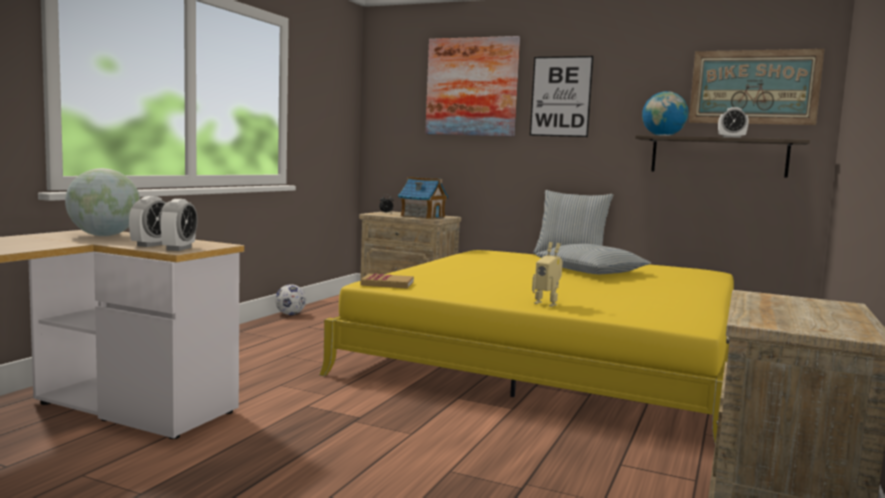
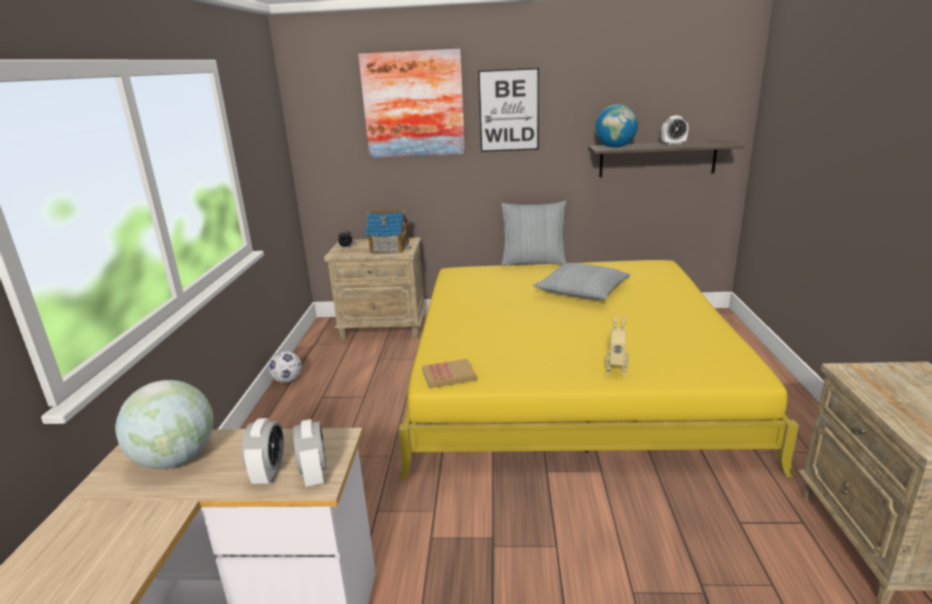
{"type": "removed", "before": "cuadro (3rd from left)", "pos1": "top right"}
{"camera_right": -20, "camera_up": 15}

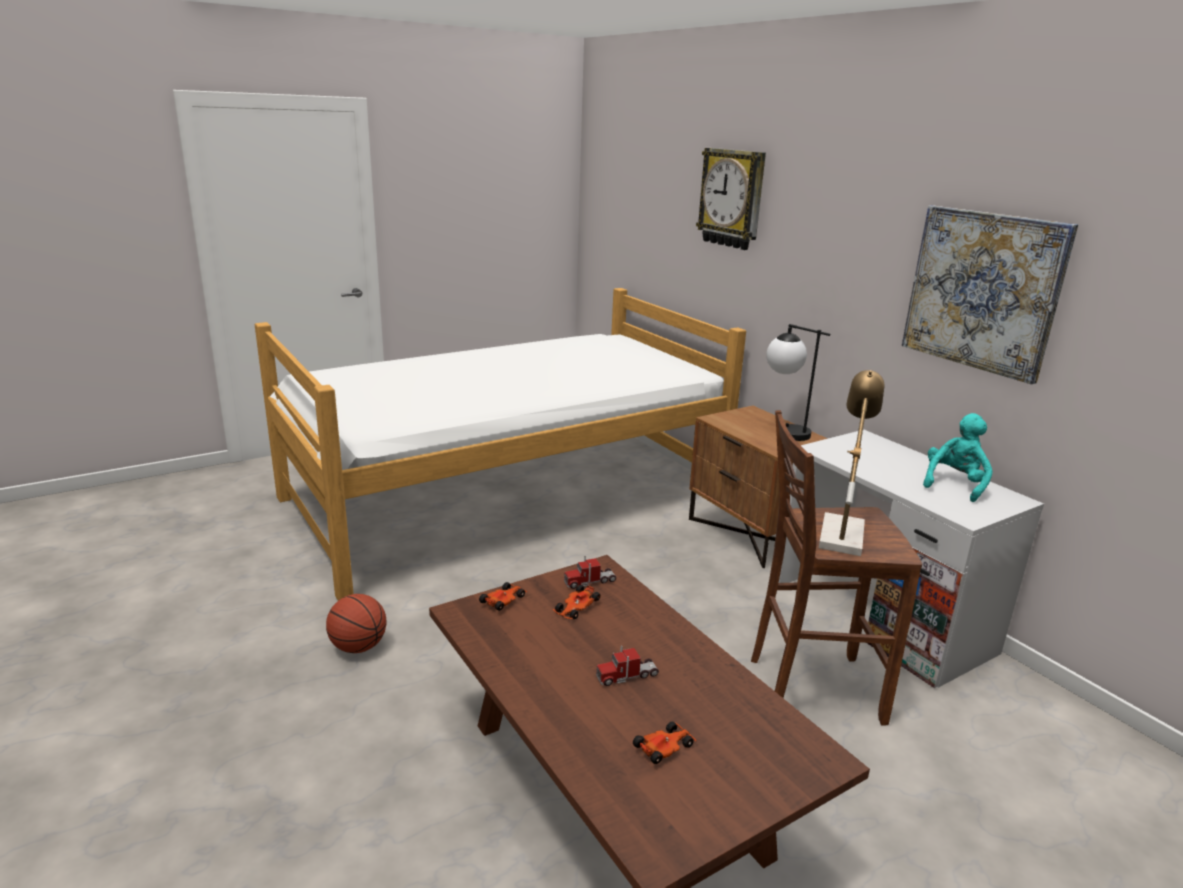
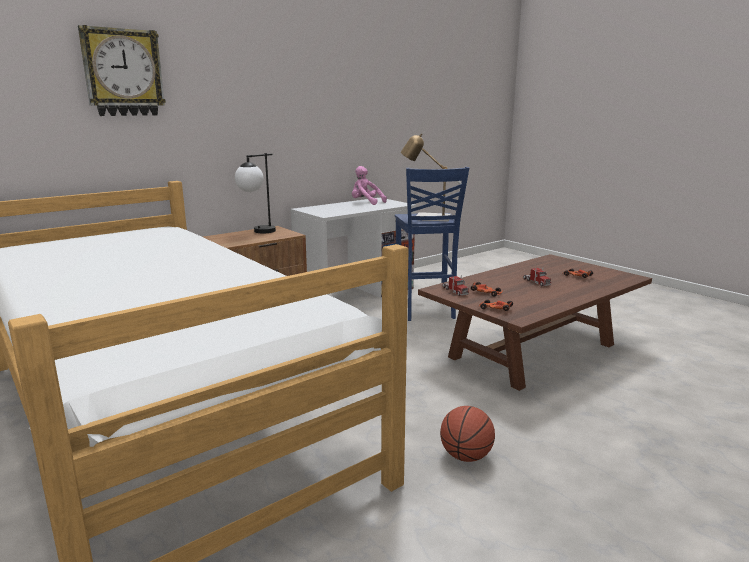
{"type": "removed", "before": "cuadro", "pos1": "top right"}
{"type": "recoloured", "before": "taburete [marrón]", "after": "taburete [azul]", "pos1": "middle right", "pos2": "centre"}
{"type": "recoloured", "before": "peluche [turquesa]", "after": "peluche [rosa]", "pos1": "middle right", "pos2": "top centre"}
{"camera_right": -95, "camera_up": -5}

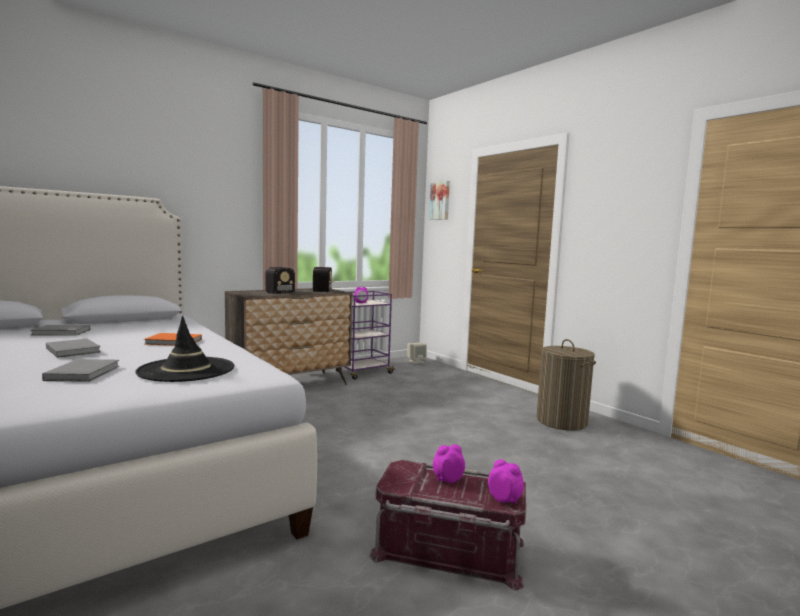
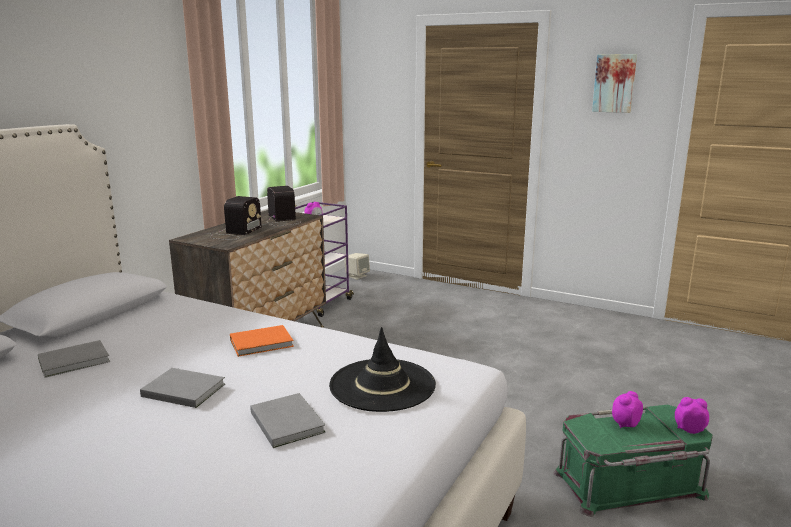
{"type": "removed", "before": "cesto de la ropa", "pos1": "middle right"}
{"type": "moved", "before": "cuadro", "pos1": "top centre", "pos2": "top right"}
{"type": "recoloured", "before": "caja de almacenaje [rojo]", "after": "caja de almacenaje [verde]", "pos1": "bottom centre", "pos2": "bottom right"}
{"camera_right": -25, "camera_up": 10}

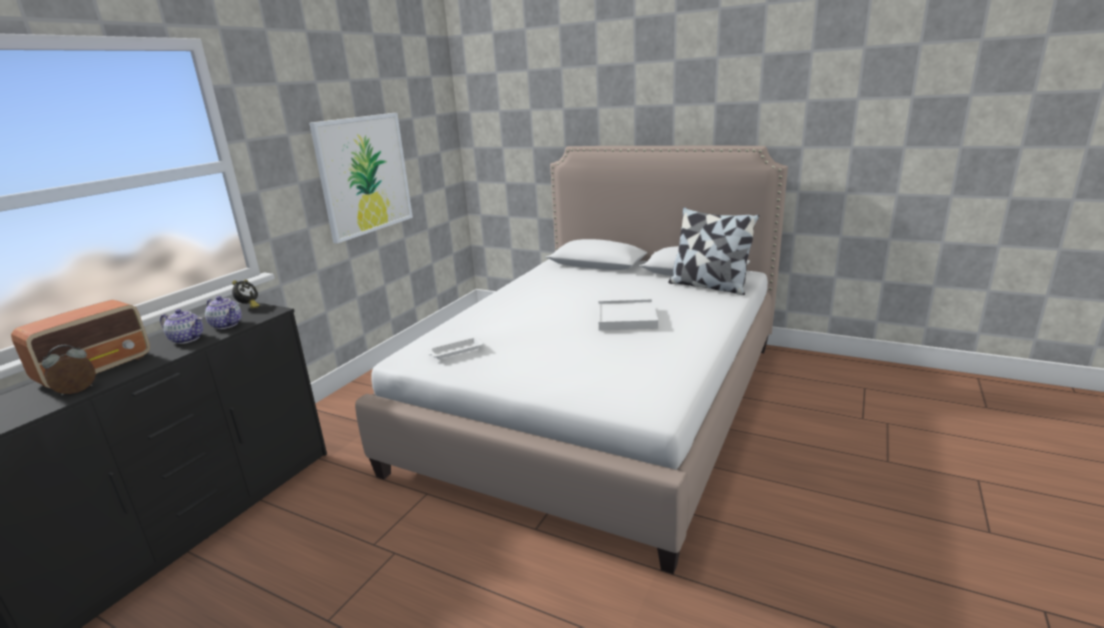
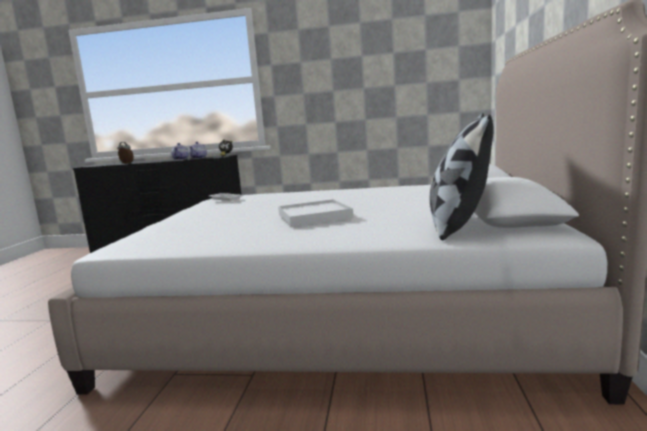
{"type": "removed", "before": "radio", "pos1": "middle left"}
{"type": "removed", "before": "cuadro", "pos1": "top left"}
{"camera_right": 70, "camera_up": -10}

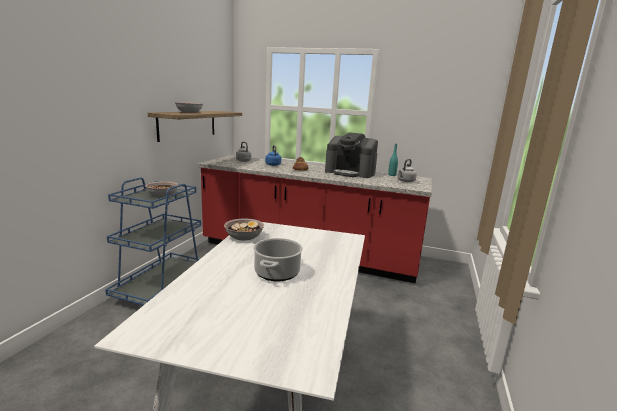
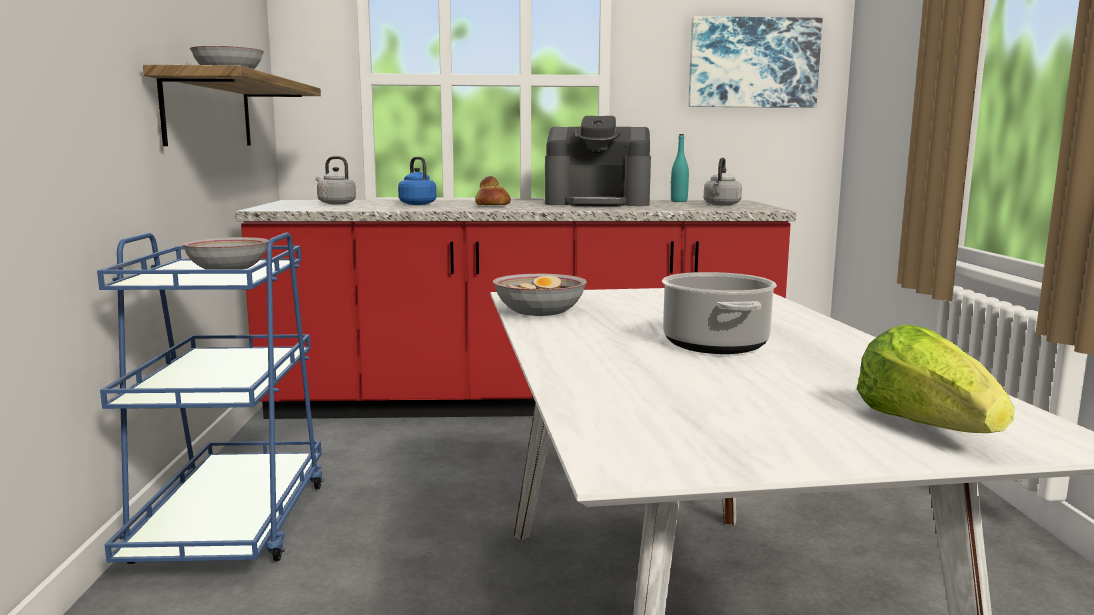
{"type": "added", "after": "cuadro", "pos2": "top right"}
{"type": "added", "after": "lechuga", "pos2": "middle right"}
{"camera_right": -20, "camera_up": -5}

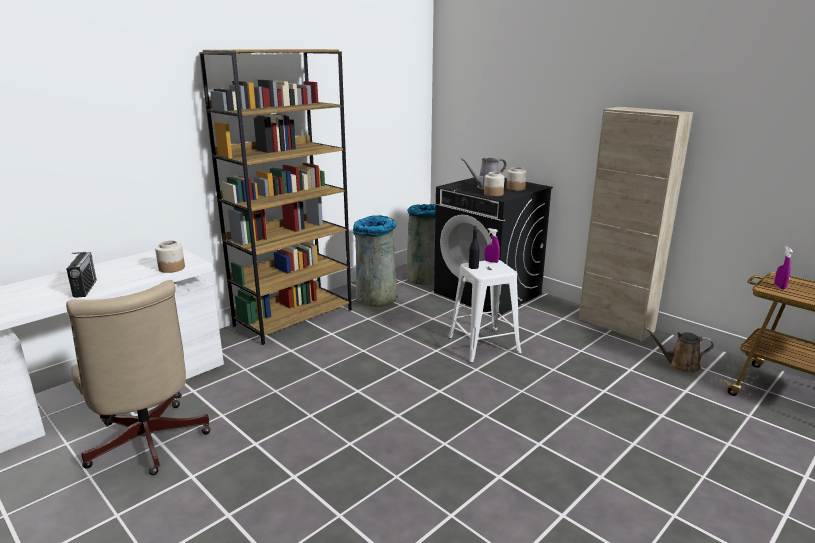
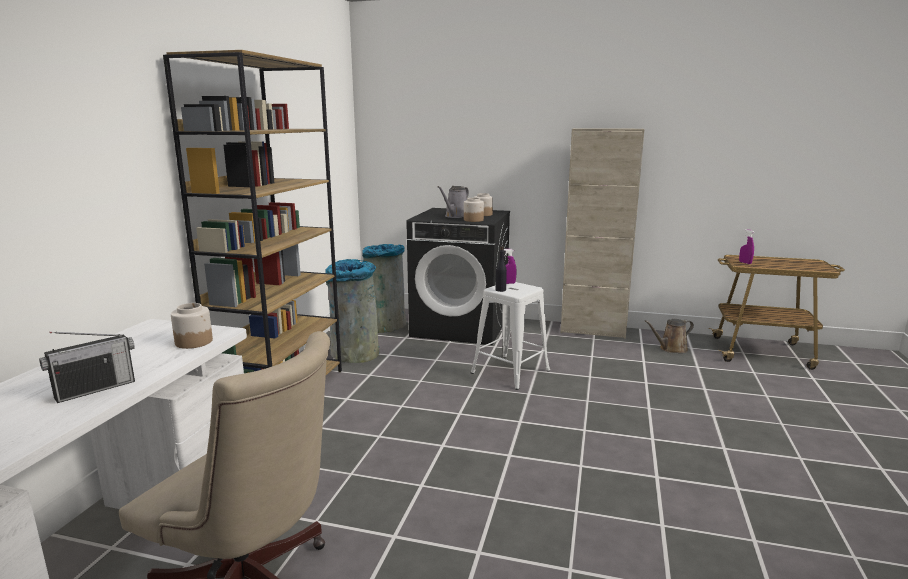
{"type": "turned", "before": "radio", "pos1": "middle left", "pos2": "middle left", "turn": 90}
{"camera_right": -30, "camera_up": -5}

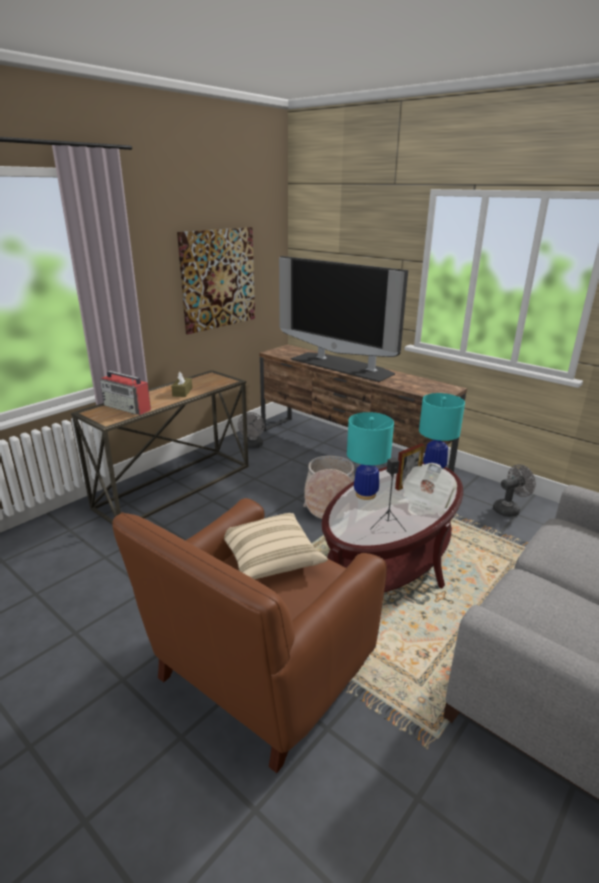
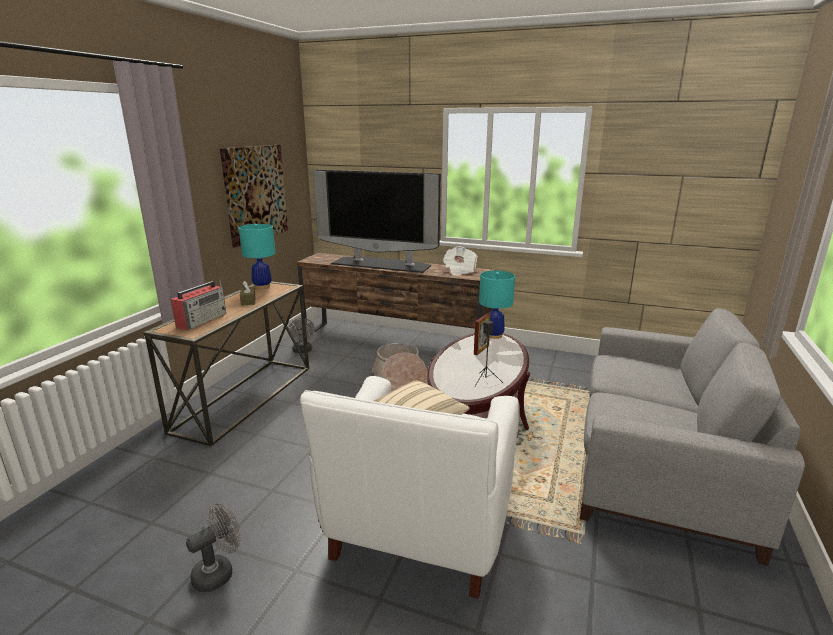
{"type": "moved", "before": "lámpara de mesa [turquesa] (1st from left)", "pos1": "centre", "pos2": "middle left"}
{"type": "moved", "before": "periódico", "pos1": "middle right", "pos2": "centre"}
{"type": "moved", "before": "ventilador [gris] (2nd from left in the first image)", "after": "ventilador [gris] (1st from left)", "pos1": "middle right", "pos2": "bottom left"}
{"type": "recoloured", "before": "sillón [marrón]", "after": "sillón [blanco]", "pos1": "bottom centre", "pos2": "bottom centre"}
{"type": "turned", "before": "radio", "pos1": "middle left", "pos2": "middle left", "turn": -75}
{"camera_right": -20, "camera_up": -5}

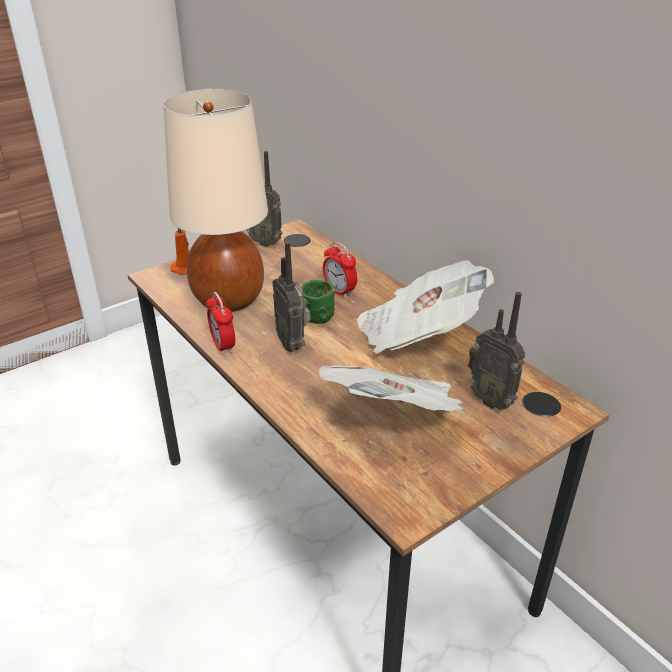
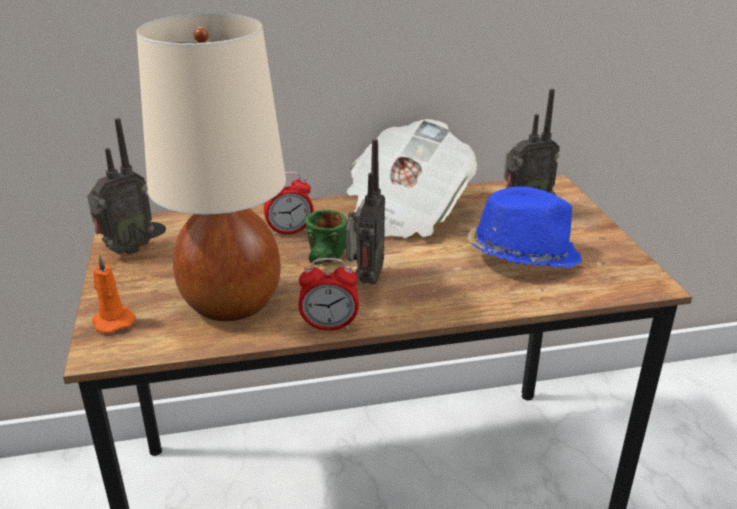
{"type": "replaced", "before": "periódico (1st from left)", "after": "sombrero [azul]", "pos1": "centre", "pos2": "middle right"}
{"type": "turned", "before": "radio (2nd from left)", "pos1": "centre", "pos2": "centre", "turn": -75}
{"camera_right": -65, "camera_up": -5}

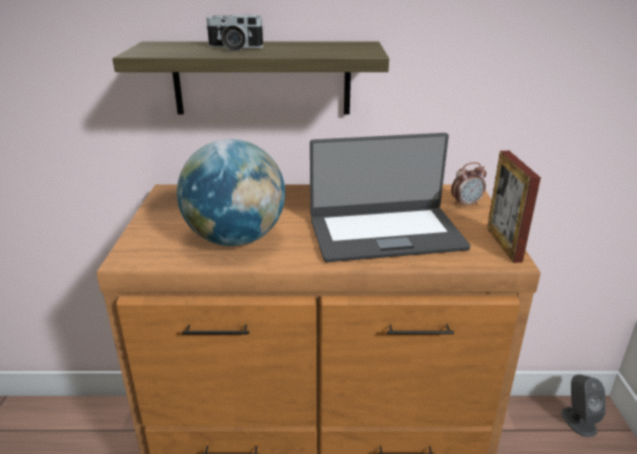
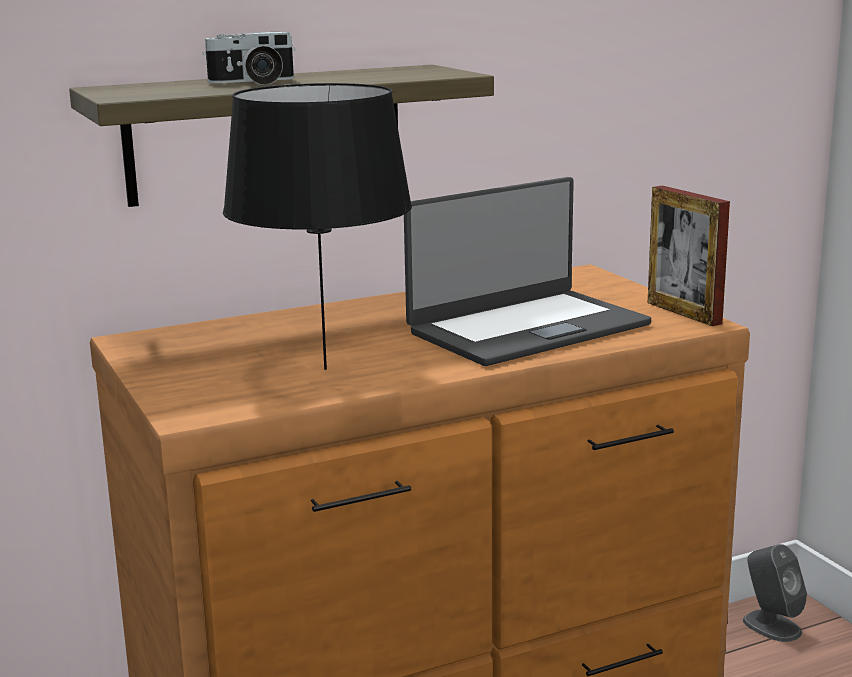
{"type": "removed", "before": "despertador", "pos1": "middle right"}
{"type": "replaced", "before": "globo terráqueo", "after": "lámpara de mesa [negro]", "pos1": "centre", "pos2": "centre"}
{"camera_right": -25, "camera_up": -10}

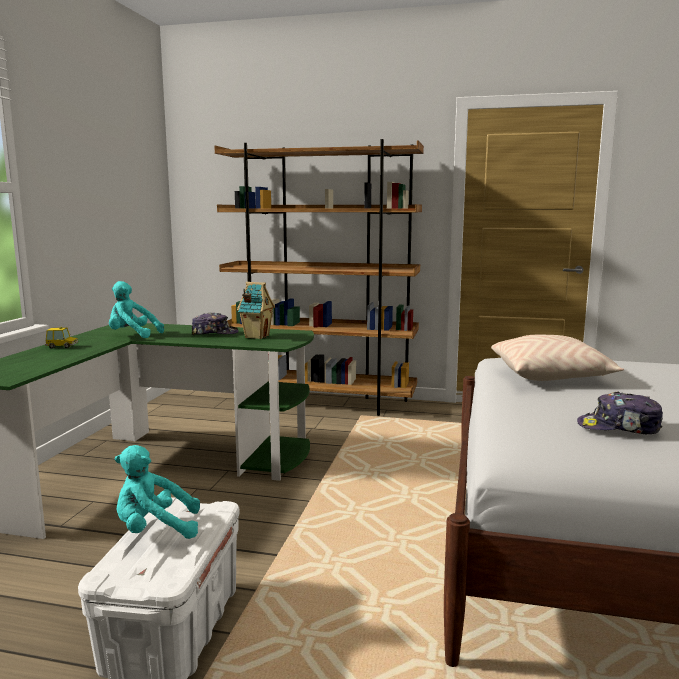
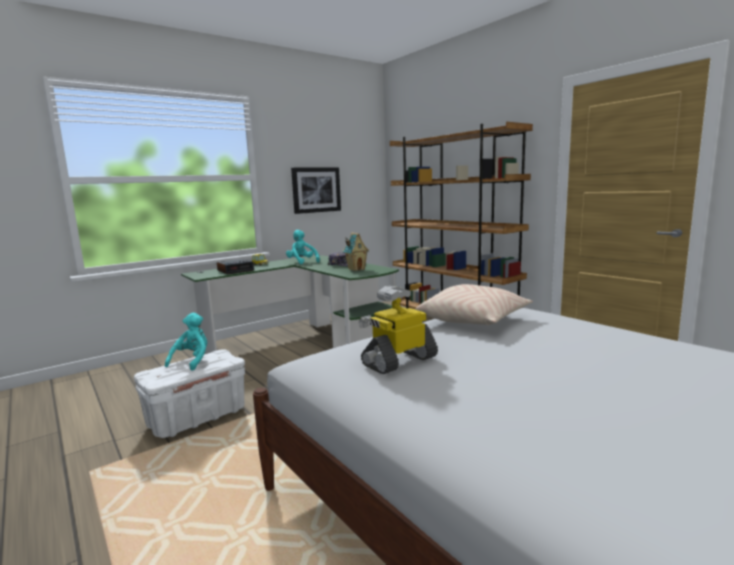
{"type": "added", "after": "despertador", "pos2": "middle left"}
{"type": "added", "after": "cuadro", "pos2": "centre"}
{"type": "replaced", "before": "gorra (2nd from left)", "after": "robot de juguete", "pos1": "middle right", "pos2": "centre"}
{"type": "turned", "before": "peluche [turquesa] (2nd from left in the first image)", "pos1": "bottom left", "pos2": "middle left", "turn": 75}
{"camera_right": 40, "camera_up": 0}

